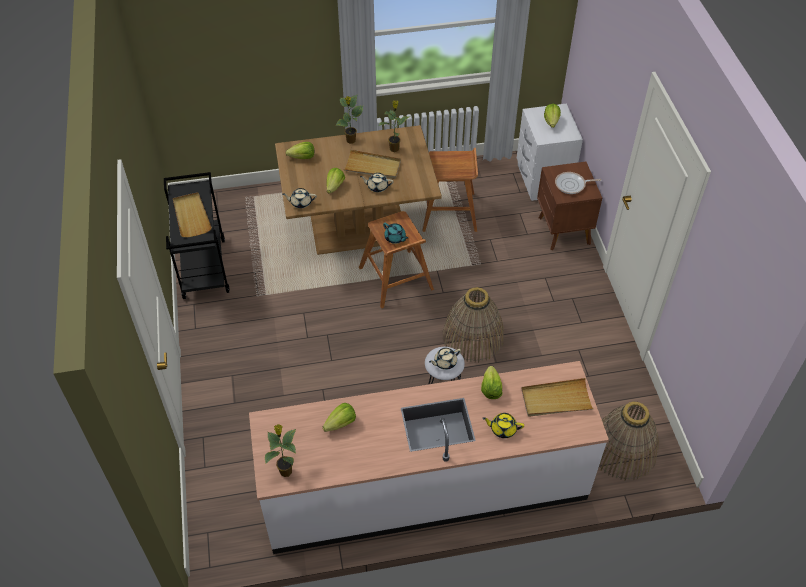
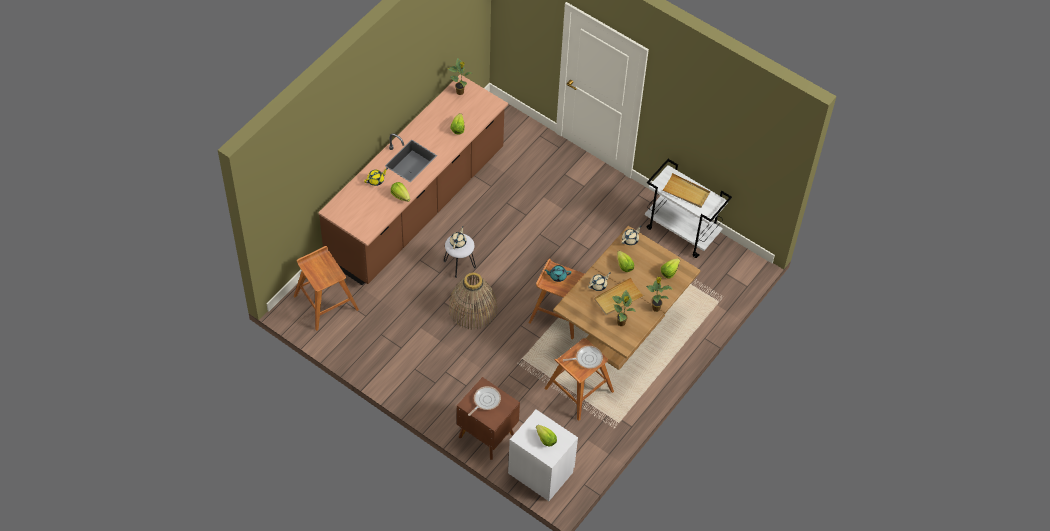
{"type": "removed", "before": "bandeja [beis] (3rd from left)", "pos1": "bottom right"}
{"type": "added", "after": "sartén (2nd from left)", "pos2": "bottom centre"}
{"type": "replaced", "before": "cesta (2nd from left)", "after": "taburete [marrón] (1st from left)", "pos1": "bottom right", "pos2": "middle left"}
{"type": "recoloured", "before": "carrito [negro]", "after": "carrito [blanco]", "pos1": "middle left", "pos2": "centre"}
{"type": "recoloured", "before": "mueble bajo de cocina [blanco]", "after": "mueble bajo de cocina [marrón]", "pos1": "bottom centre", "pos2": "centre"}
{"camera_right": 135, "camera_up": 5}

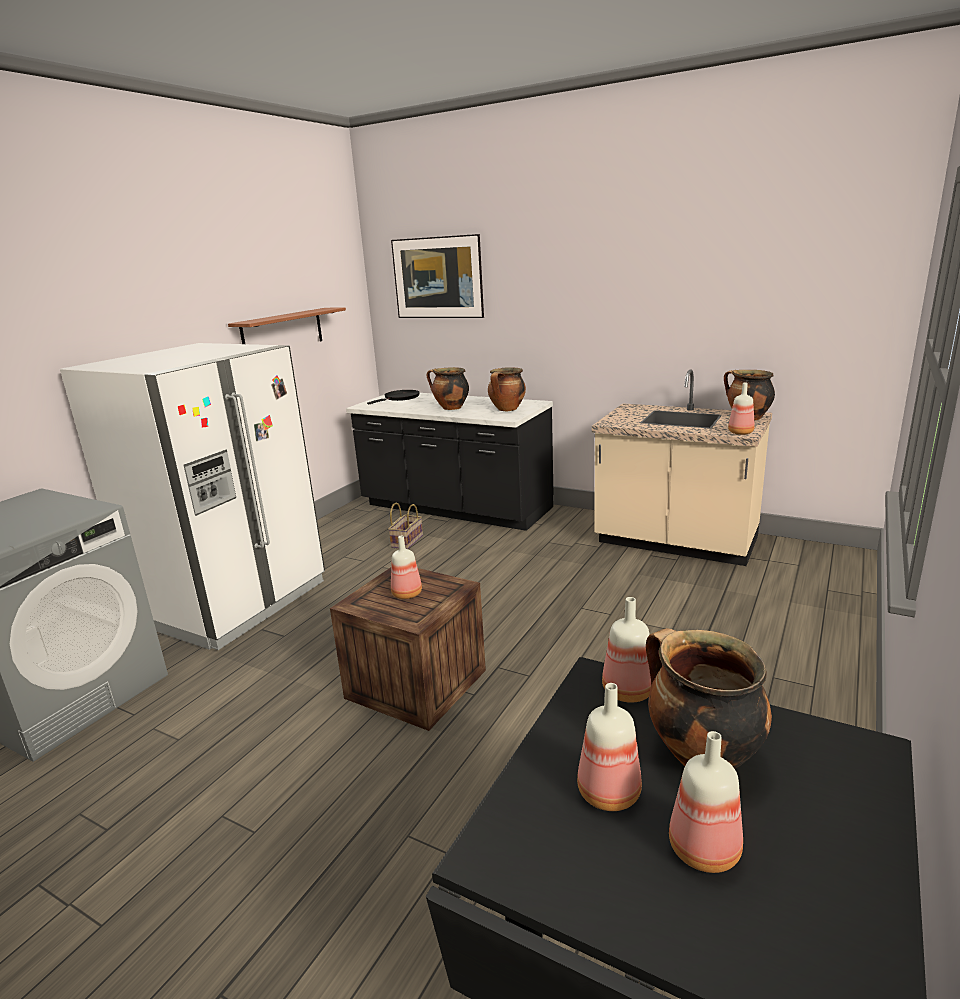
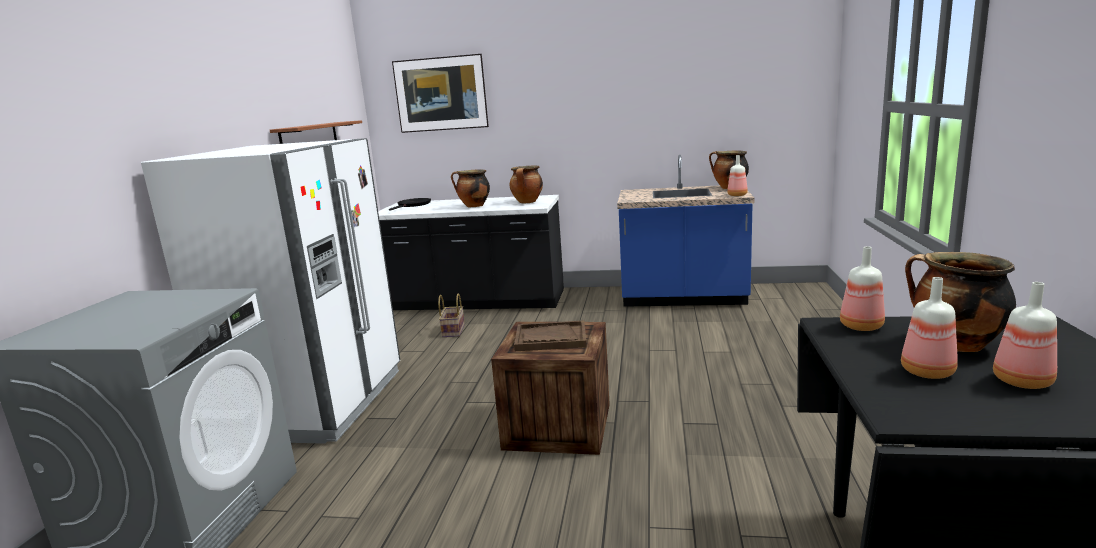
{"type": "replaced", "before": "botella (1st from left)", "after": "bandeja [marrón]", "pos1": "centre", "pos2": "centre"}
{"type": "recoloured", "before": "mueble bajo de cocina [beis]", "after": "mueble bajo de cocina [azul]", "pos1": "middle right", "pos2": "centre"}
{"camera_right": -20, "camera_up": -5}

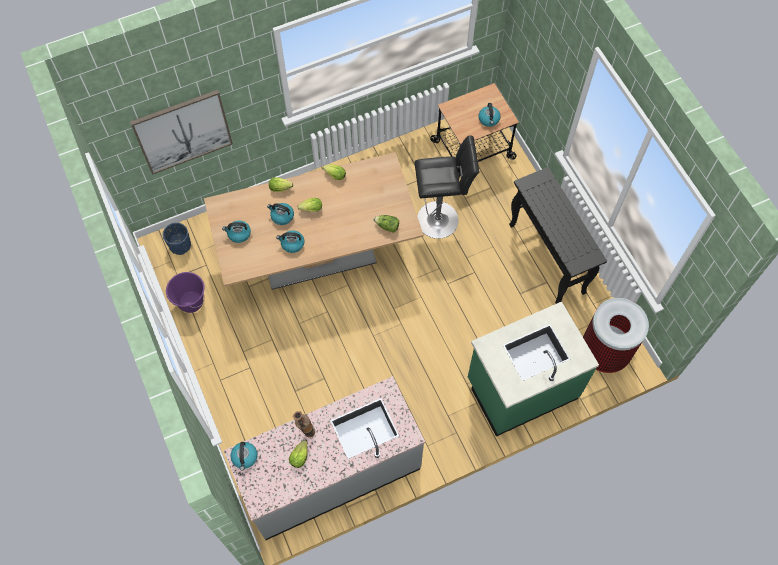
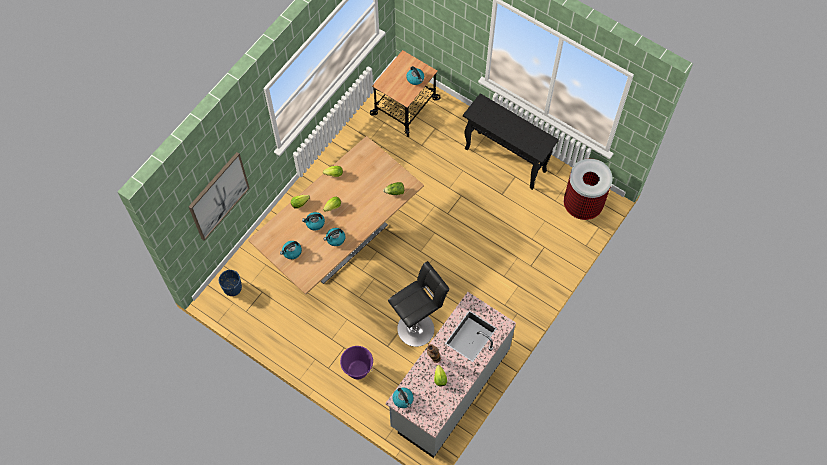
{"type": "removed", "before": "mueble bajo de cocina [verde]", "pos1": "middle right"}
{"type": "moved", "before": "cubo [morado]", "pos1": "middle left", "pos2": "bottom centre"}
{"type": "moved", "before": "taburete [negro]", "pos1": "top centre", "pos2": "centre"}
{"camera_right": -30, "camera_up": 0}

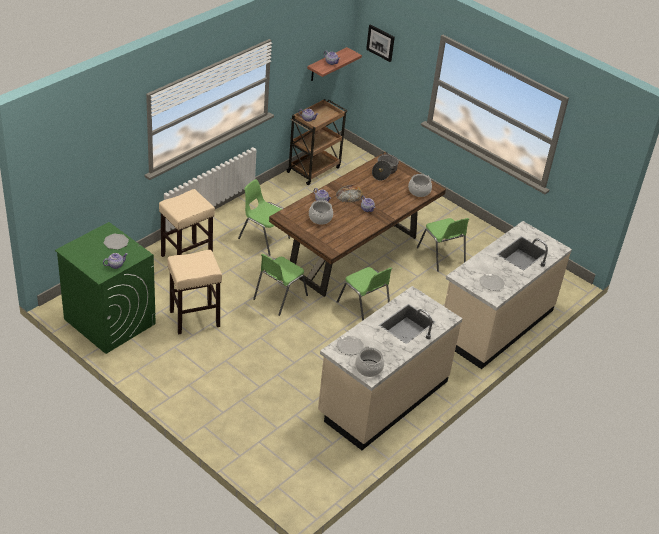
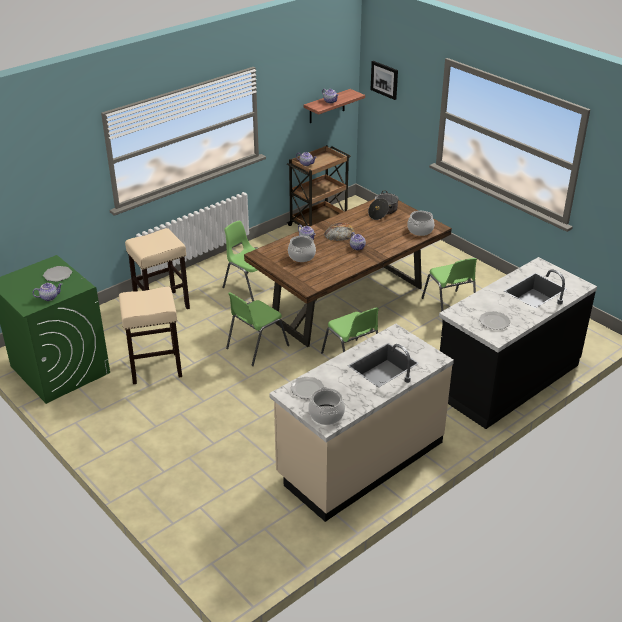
{"type": "recoloured", "before": "mueble bajo de cocina [beis] (2nd from left)", "after": "mueble bajo de cocina [negro]", "pos1": "middle right", "pos2": "middle right"}
{"camera_right": 10, "camera_up": -5}

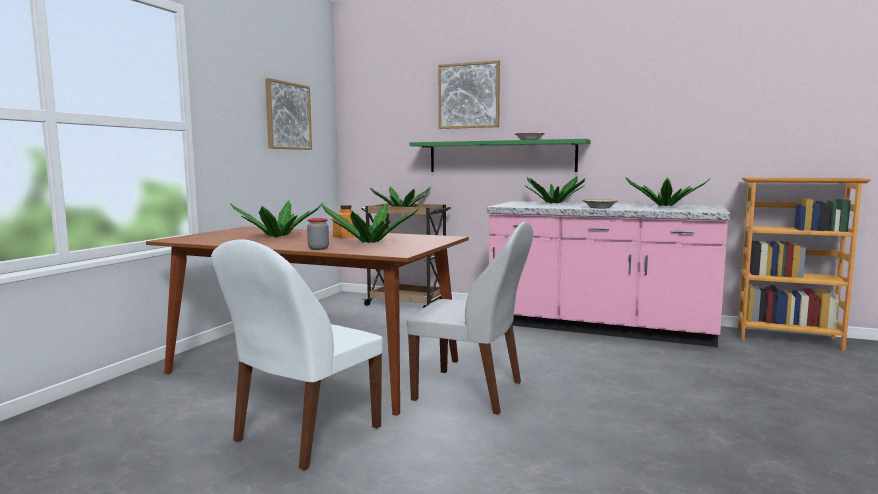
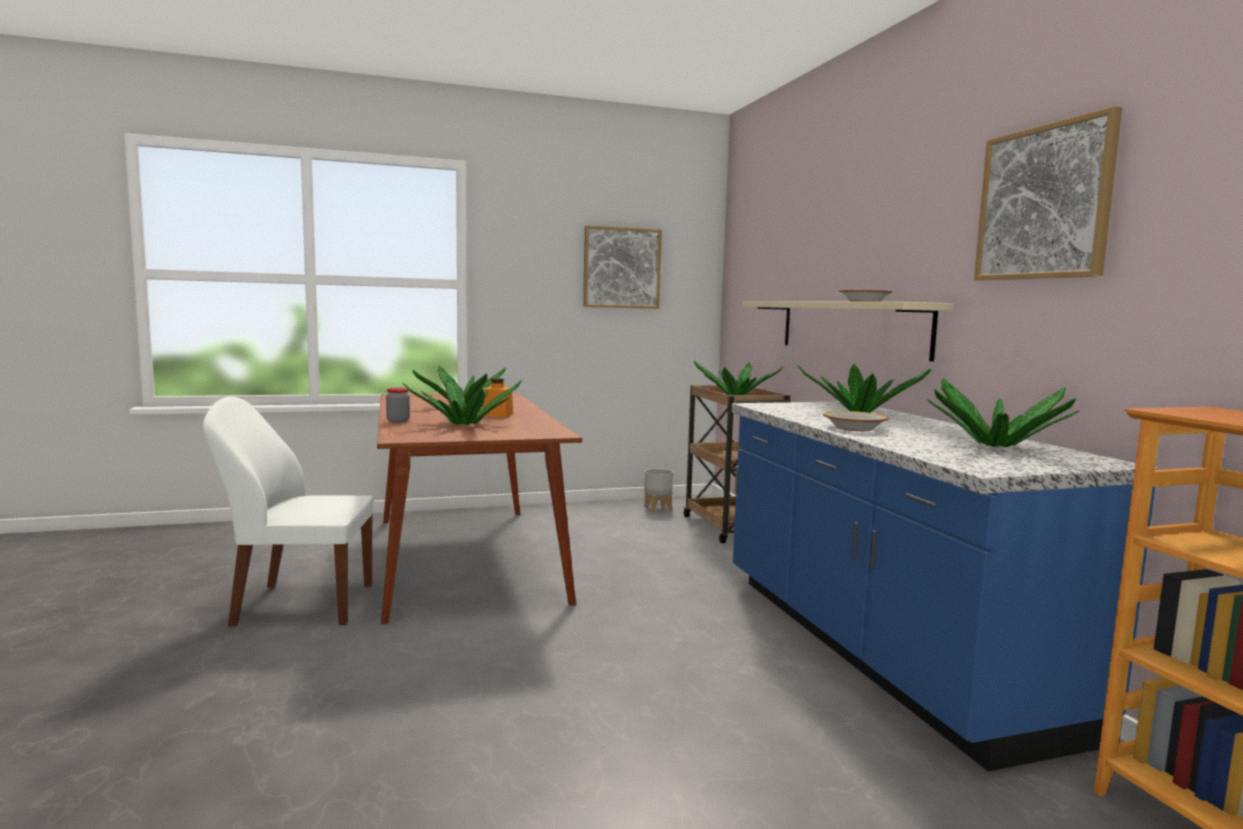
{"type": "removed", "before": "silla [blanco] (2nd from left)", "pos1": "centre"}
{"type": "added", "after": "maceta [gris]", "pos2": "centre"}
{"type": "moved", "before": "cuadro (2nd from left)", "pos1": "top centre", "pos2": "top right"}
{"type": "recoloured", "before": "estante [verde]", "after": "estante [beis]", "pos1": "top centre", "pos2": "middle right"}
{"type": "recoloured", "before": "mueble bajo de cocina [rosa]", "after": "mueble bajo de cocina [azul]", "pos1": "middle right", "pos2": "bottom right"}
{"camera_right": 50, "camera_up": 0}

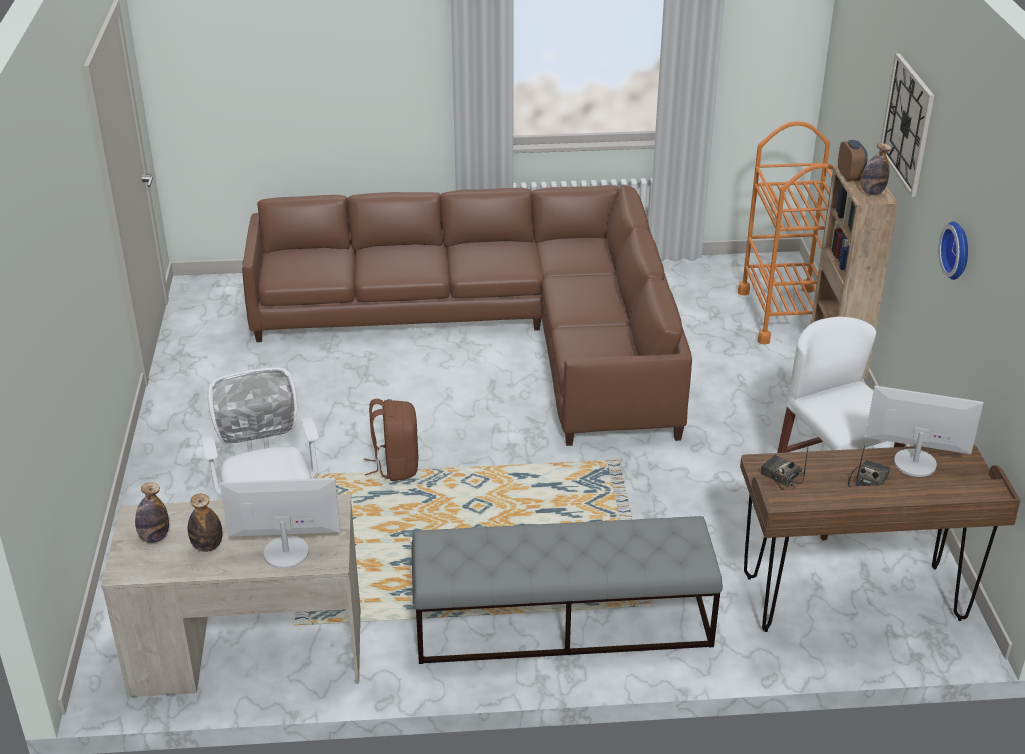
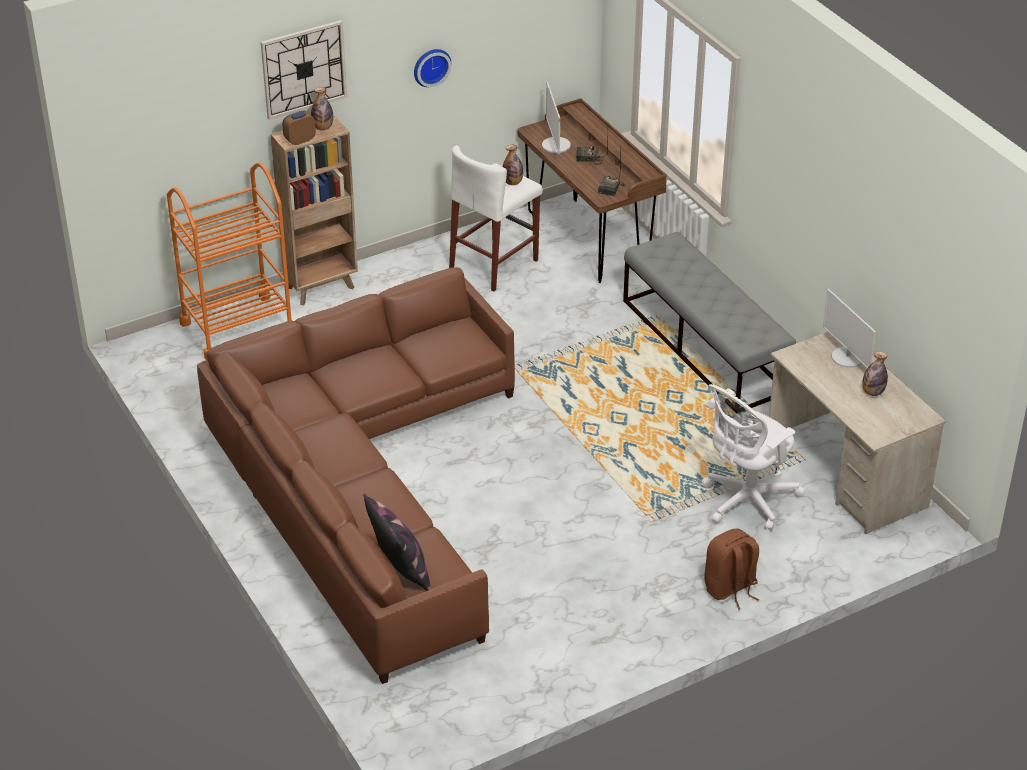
{"type": "added", "after": "cojín", "pos2": "bottom centre"}
{"type": "moved", "before": "botella (1st from left in the first image)", "after": "botella (2nd from left)", "pos1": "bottom left", "pos2": "top centre"}
{"type": "moved", "before": "mochila [marrón]", "pos1": "centre", "pos2": "bottom right"}
{"camera_right": -115, "camera_up": 5}

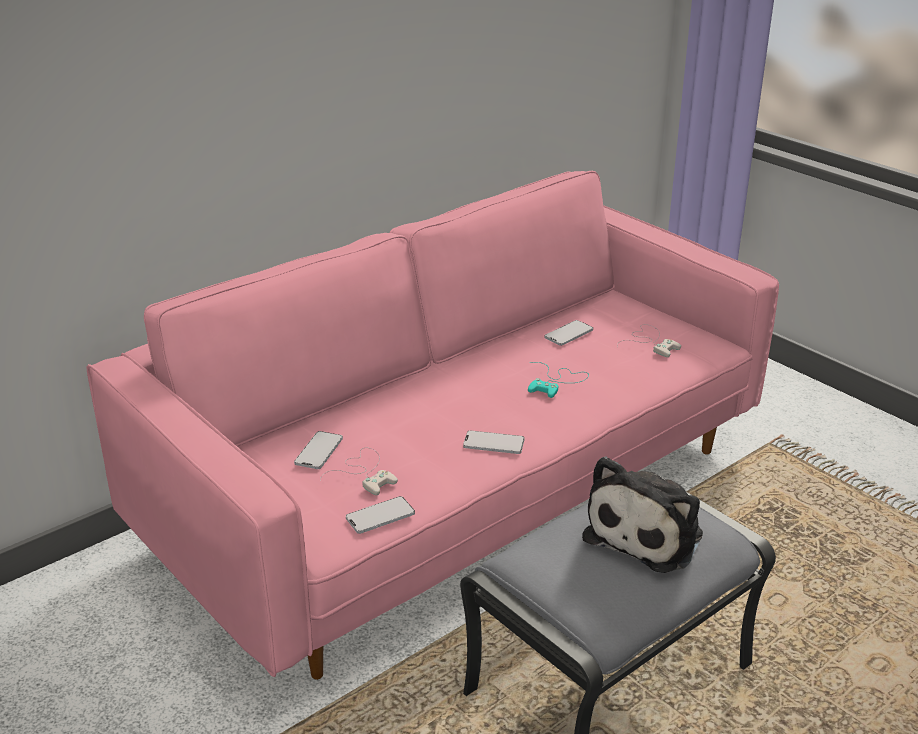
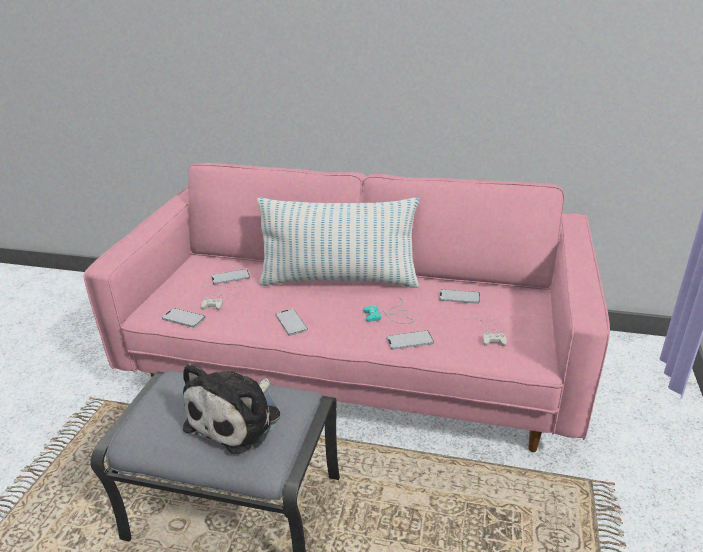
{"type": "added", "after": "cojín", "pos2": "centre"}
{"type": "added", "after": "móvil (4th from left)", "pos2": "centre"}
{"type": "turned", "before": "peluche", "pos1": "bottom right", "pos2": "bottom left", "turn": -60}
{"camera_right": 55, "camera_up": 0}

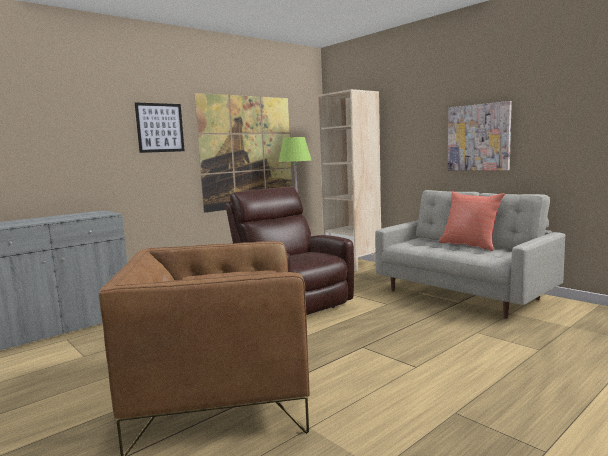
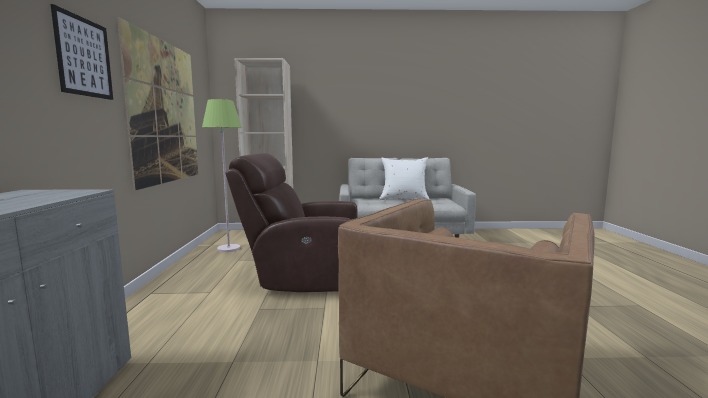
{"type": "removed", "before": "cuadro (3rd from left)", "pos1": "top right"}
{"type": "recoloured", "before": "cojín [rojo]", "after": "cojín [blanco]", "pos1": "middle right", "pos2": "centre"}
{"camera_right": -50, "camera_up": 0}

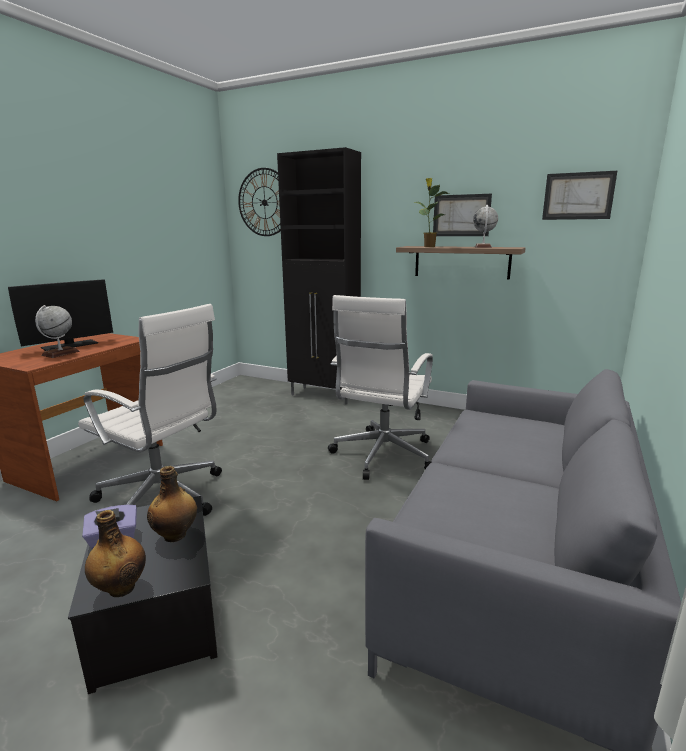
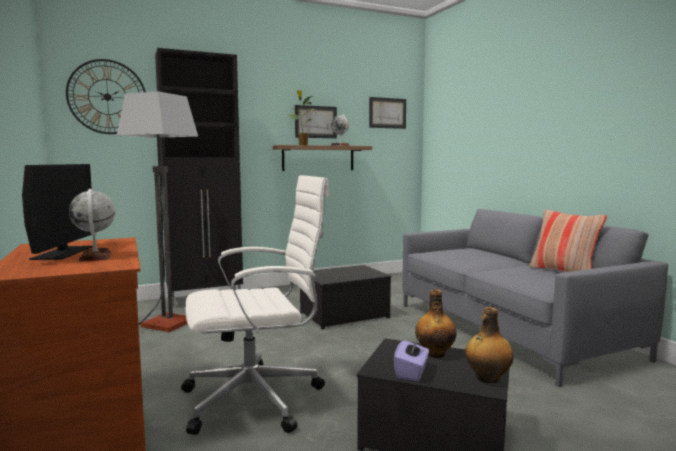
{"type": "added", "after": "lámpara de pie", "pos2": "middle left"}
{"type": "added", "after": "cojín", "pos2": "middle right"}
{"type": "replaced", "before": "silla de oficina [blanco] (2nd from left)", "after": "caja de almacenaje (1st from left)", "pos1": "centre", "pos2": "centre"}
{"camera_right": -50, "camera_up": -10}

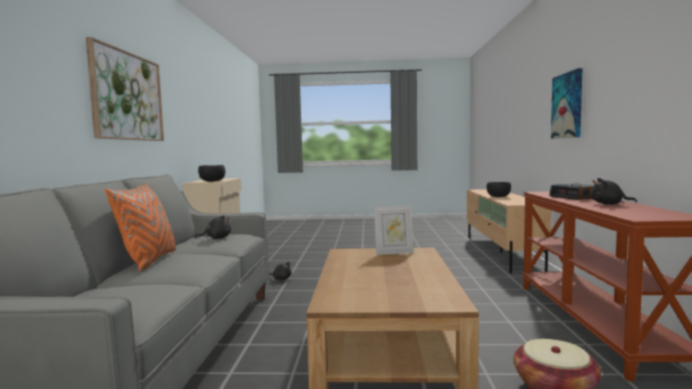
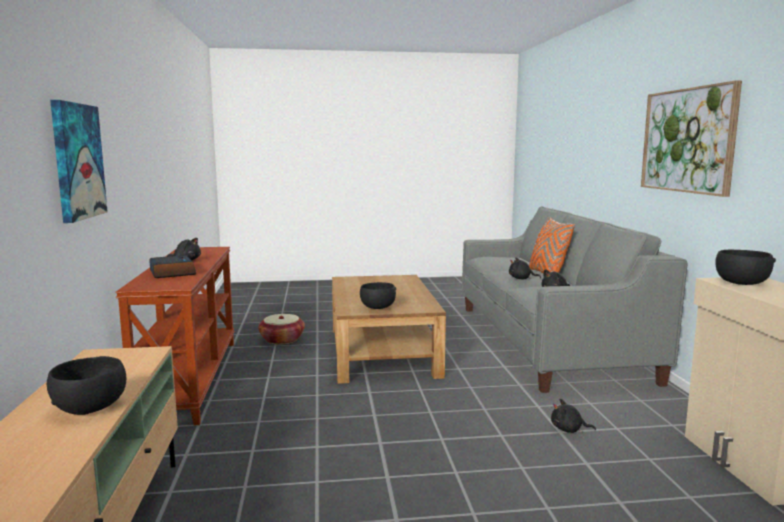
{"type": "added", "after": "peluche [negro] (2nd from left)", "pos2": "middle right"}
{"type": "replaced", "before": "portarretratos", "after": "cuenco [negro] (2nd from left)", "pos1": "centre", "pos2": "centre"}
{"camera_right": 170, "camera_up": 5}

